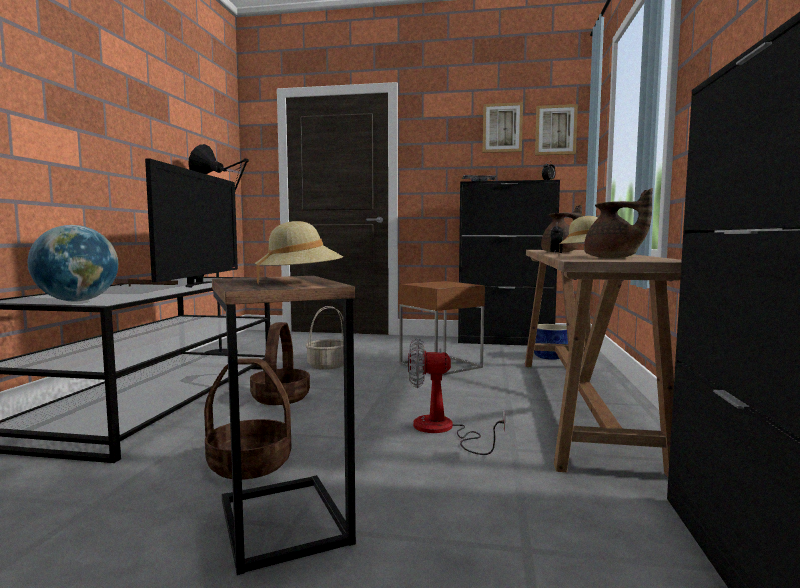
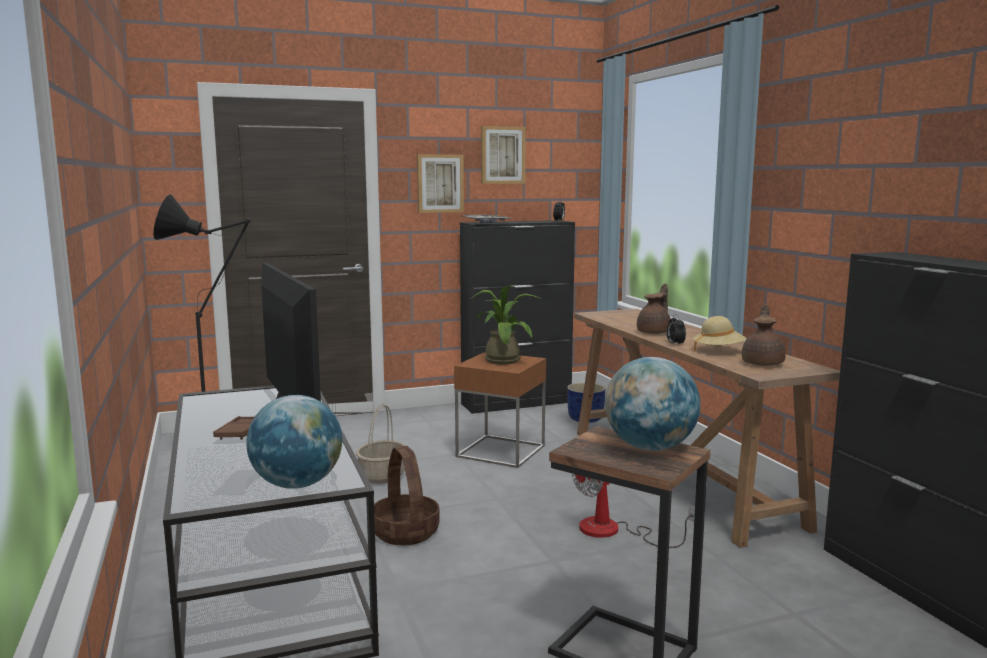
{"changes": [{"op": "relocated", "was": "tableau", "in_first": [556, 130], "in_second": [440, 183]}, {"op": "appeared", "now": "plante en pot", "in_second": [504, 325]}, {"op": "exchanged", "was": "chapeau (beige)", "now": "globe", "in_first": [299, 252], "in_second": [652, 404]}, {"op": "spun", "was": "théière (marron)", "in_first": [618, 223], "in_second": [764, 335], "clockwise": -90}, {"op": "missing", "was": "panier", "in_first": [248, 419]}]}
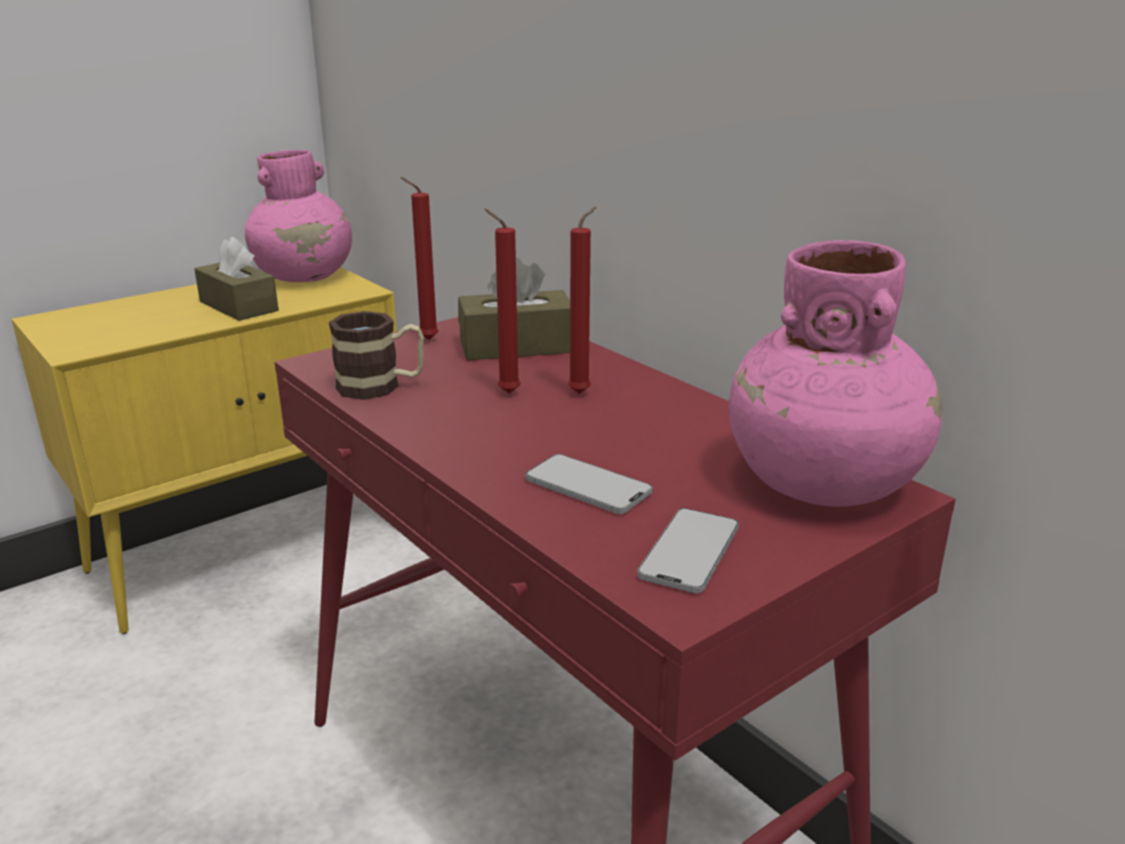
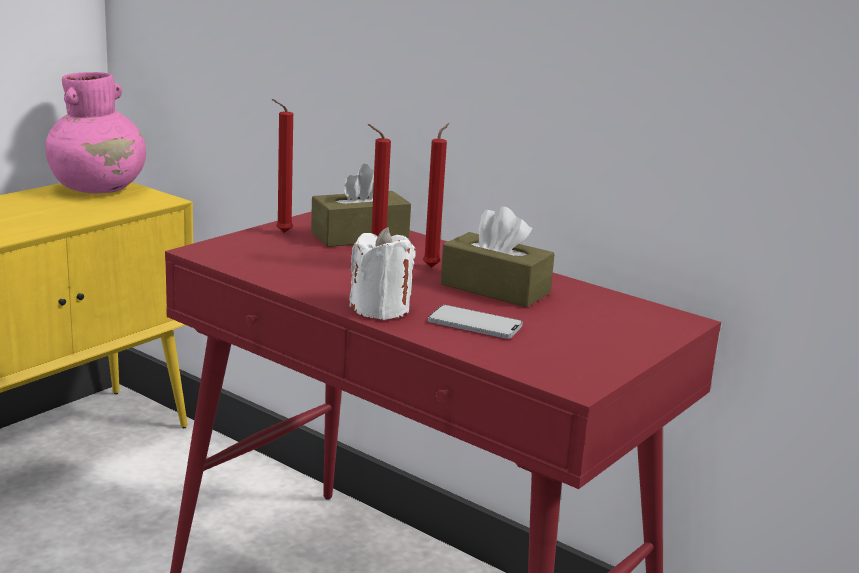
{"changes": [{"op": "appeared", "now": "bougie (blanc)", "in_second": [382, 273]}, {"op": "relocated", "was": "boîte à mouchoirs (marron)", "in_first": [237, 279], "in_second": [497, 256]}, {"op": "missing", "was": "mug", "in_first": [376, 355]}, {"op": "missing", "was": "téléphone", "in_first": [688, 550]}, {"op": "missing", "was": "vase (rose)", "in_first": [836, 373]}]}
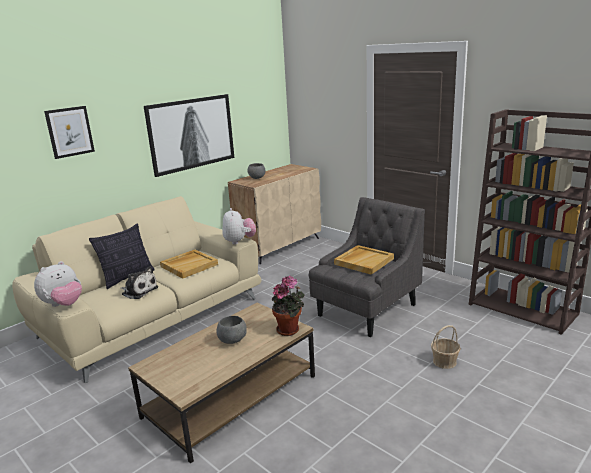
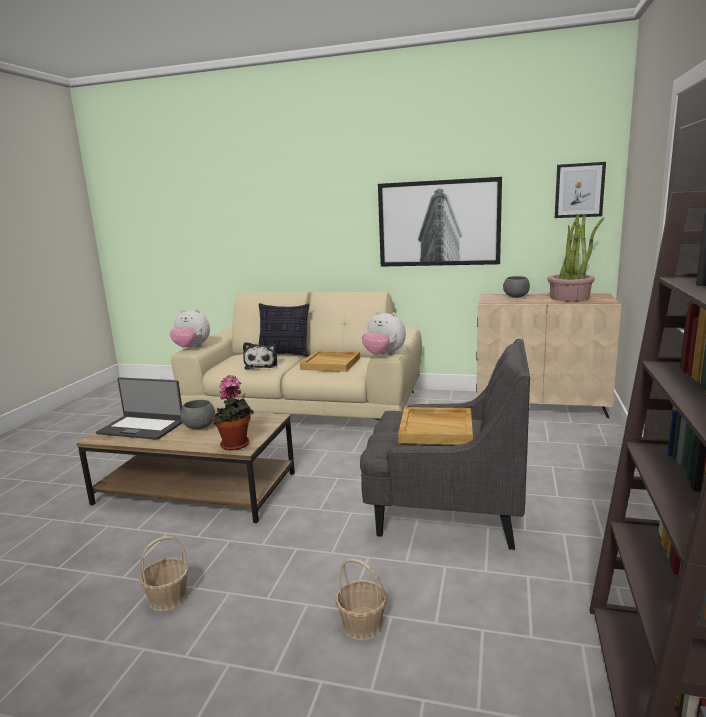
{"changes": [{"op": "appeared", "now": "ordinateur portable", "in_second": [139, 408]}, {"op": "appeared", "now": "panier", "in_second": [164, 574]}, {"op": "spun", "was": "peluche", "in_first": [239, 226], "in_second": [384, 333], "clockwise": 75}, {"op": "appeared", "now": "plante en pot", "in_second": [576, 257]}, {"op": "relocated", "was": "tableau", "in_first": [69, 132], "in_second": [580, 190]}]}
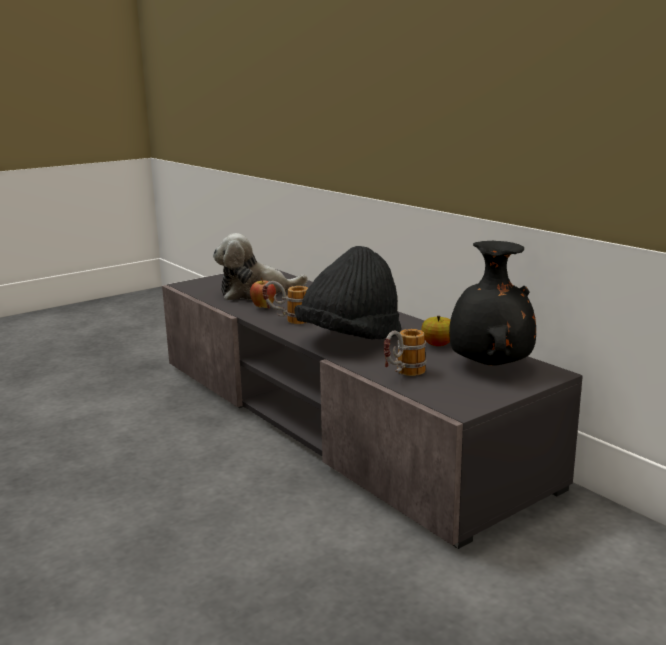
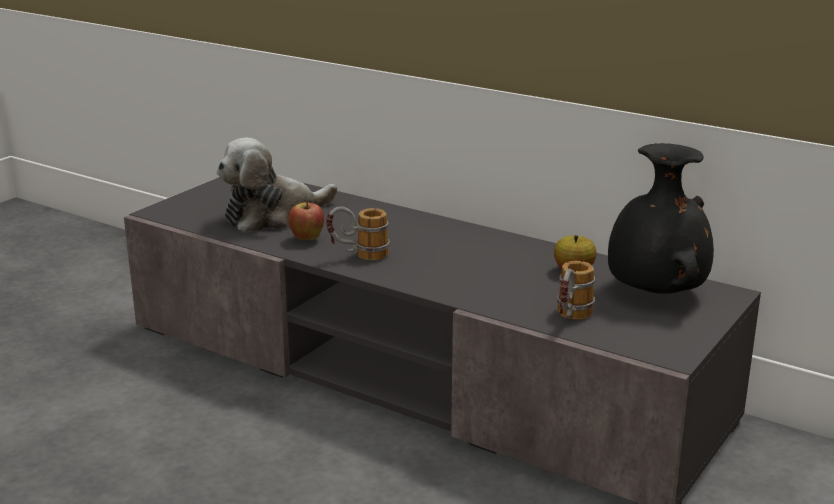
{"changes": [{"op": "missing", "was": "chapeau (noir)", "in_first": [347, 292]}]}
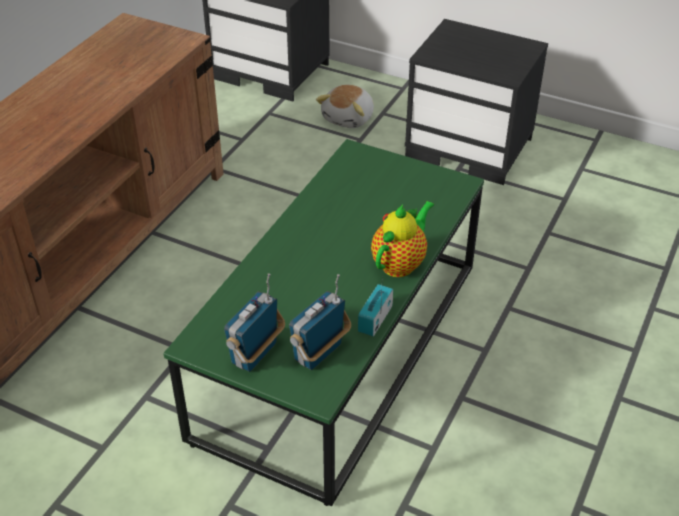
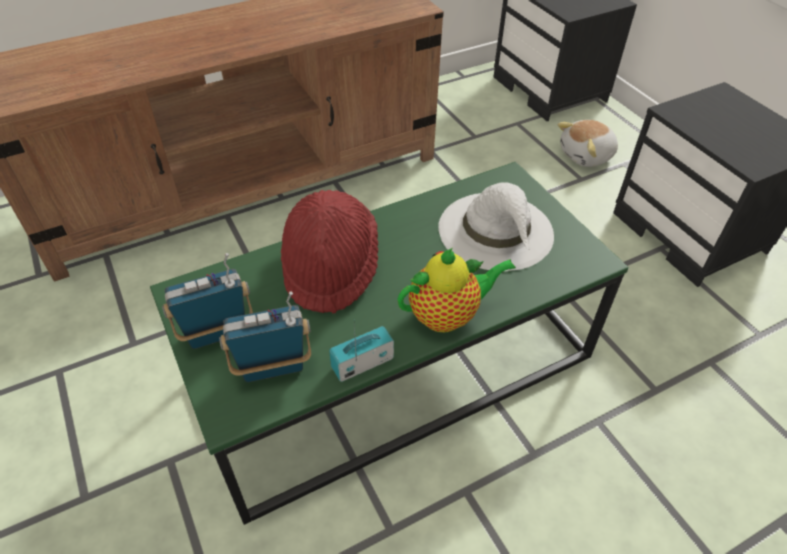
{"changes": [{"op": "appeared", "now": "chapeau (rouge)", "in_second": [329, 251]}, {"op": "appeared", "now": "chapeau (blanc)", "in_second": [496, 226]}]}
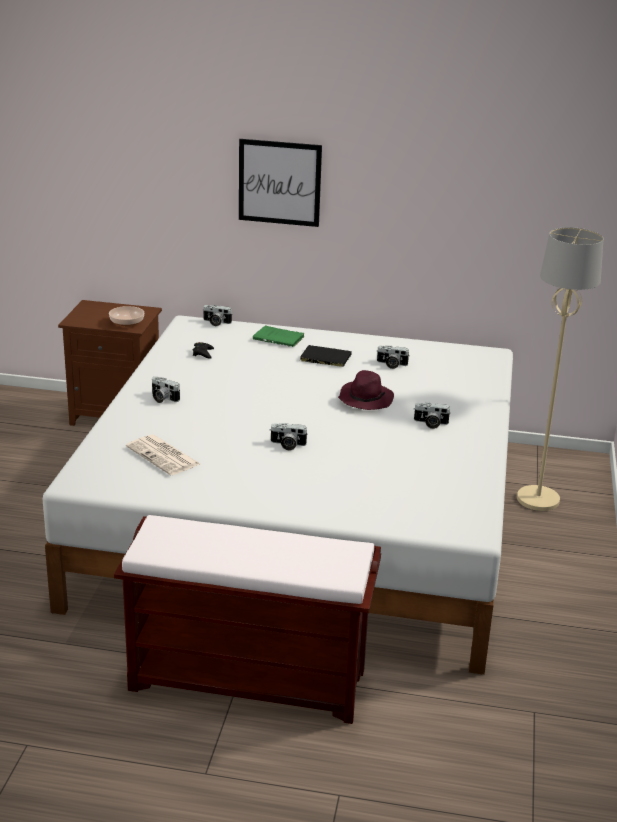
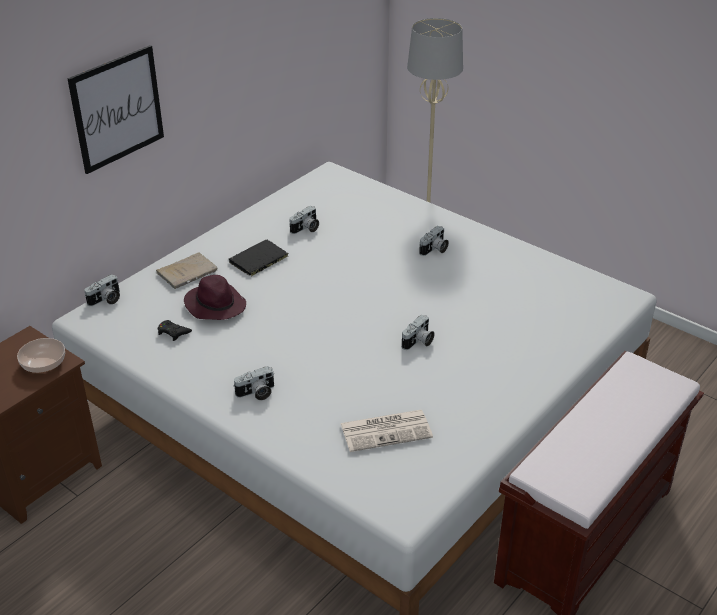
{"changes": [{"op": "colour", "was": "livre (vert)", "now": "livre (beige)", "in_first": [279, 336], "in_second": [187, 270]}, {"op": "relocated", "was": "chapeau (violet)", "in_first": [366, 390], "in_second": [215, 297]}]}
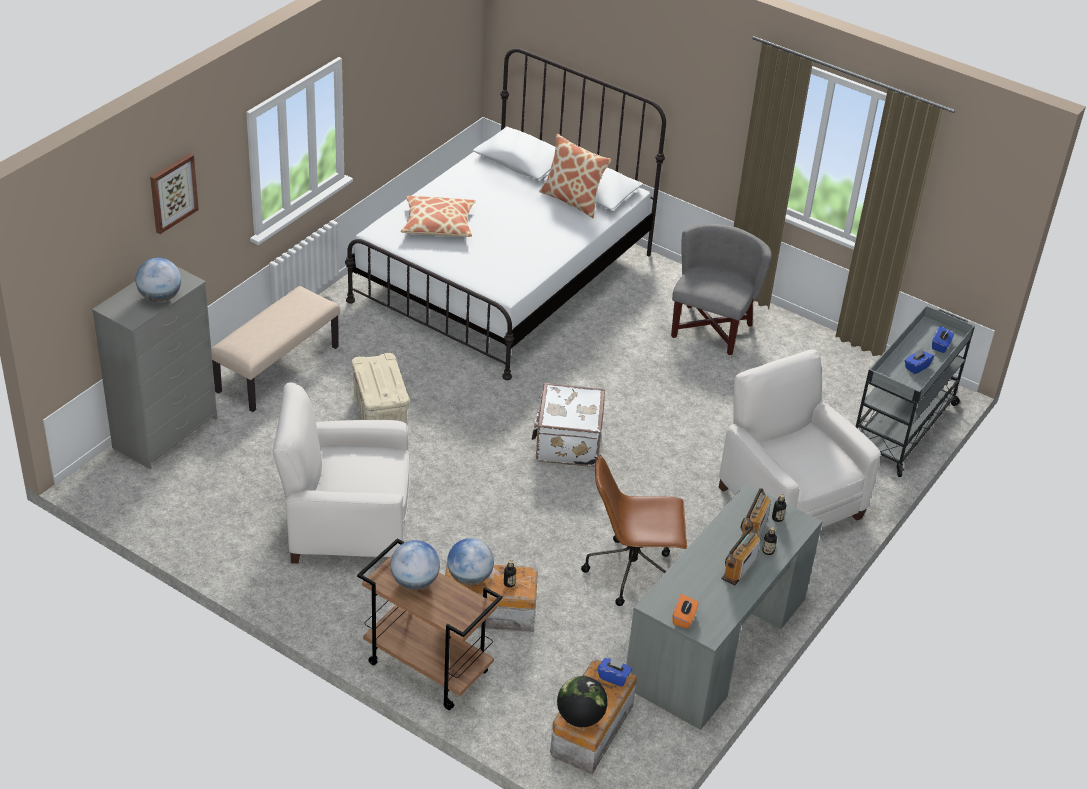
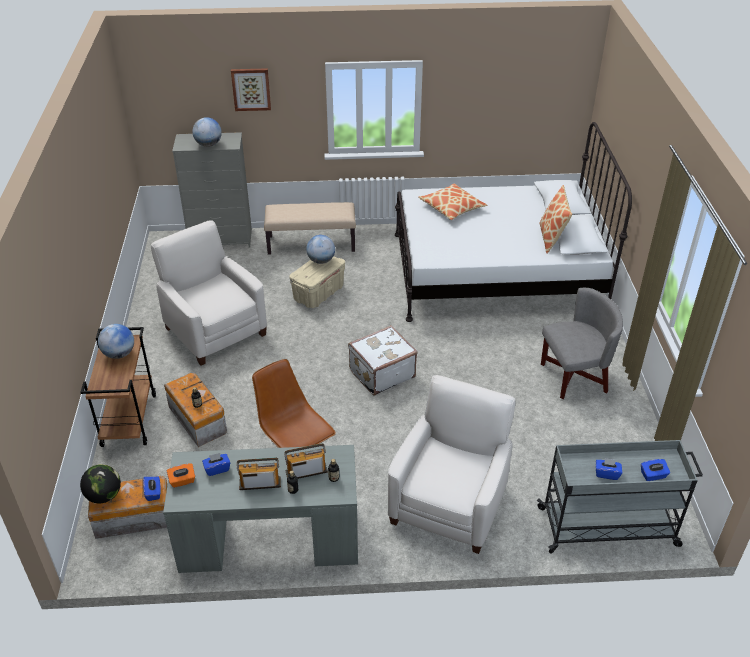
{"changes": [{"op": "appeared", "now": "boîte à mouchoirs (bleu)", "in_second": [216, 464]}, {"op": "relocated", "was": "globe", "in_first": [470, 561], "in_second": [320, 249]}]}
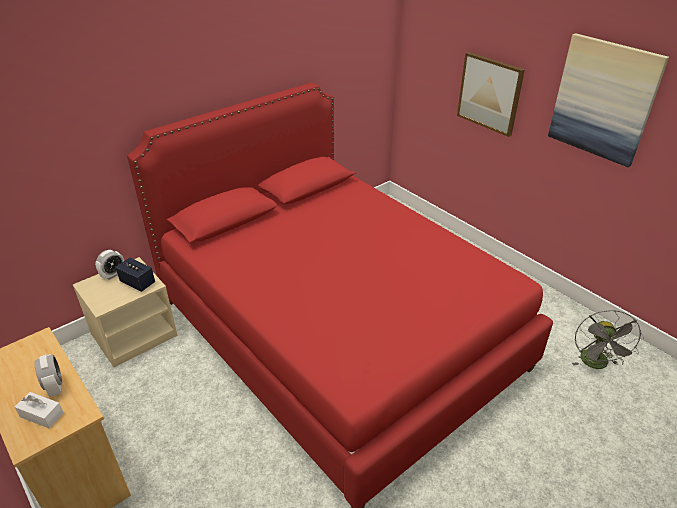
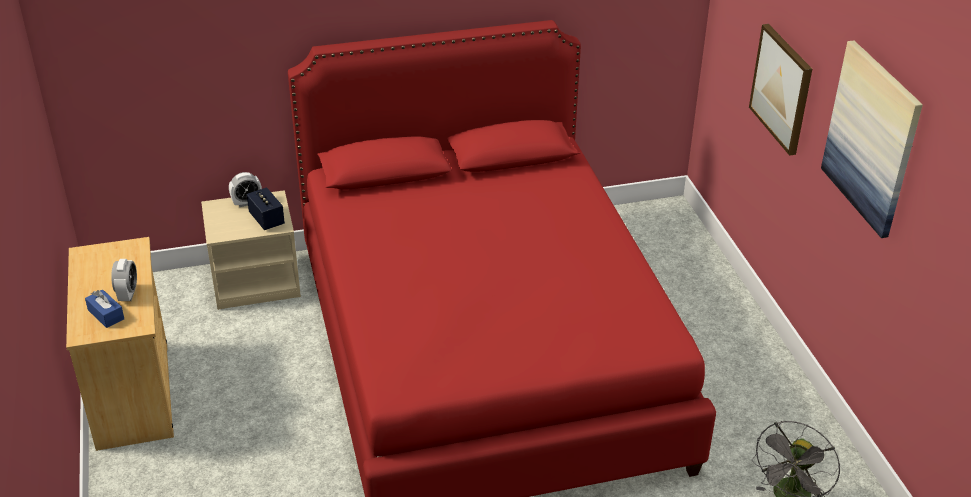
{"changes": [{"op": "colour", "was": "boîte à mouchoirs (blanc)", "now": "boîte à mouchoirs (bleu)", "in_first": [39, 410], "in_second": [104, 308]}]}
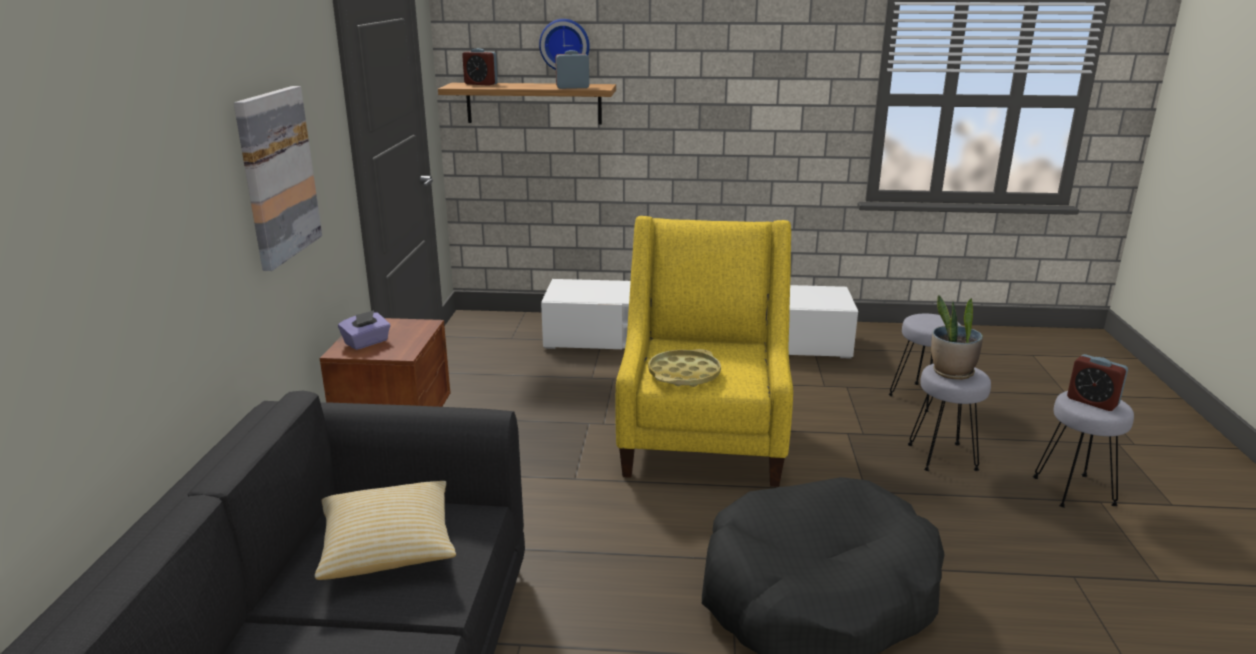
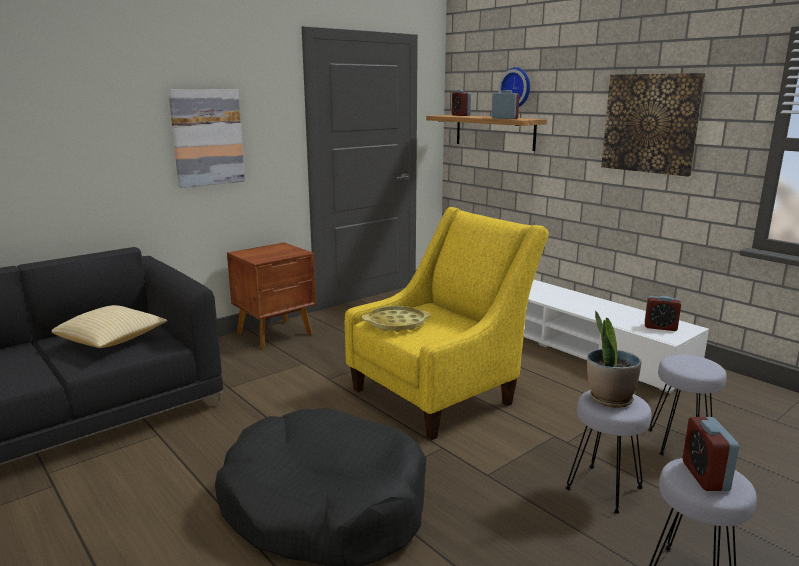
{"changes": [{"op": "appeared", "now": "tableau", "in_second": [653, 125]}, {"op": "appeared", "now": "réveil", "in_second": [663, 313]}, {"op": "missing", "was": "boîte à mouchoirs (violet)", "in_first": [364, 330]}]}
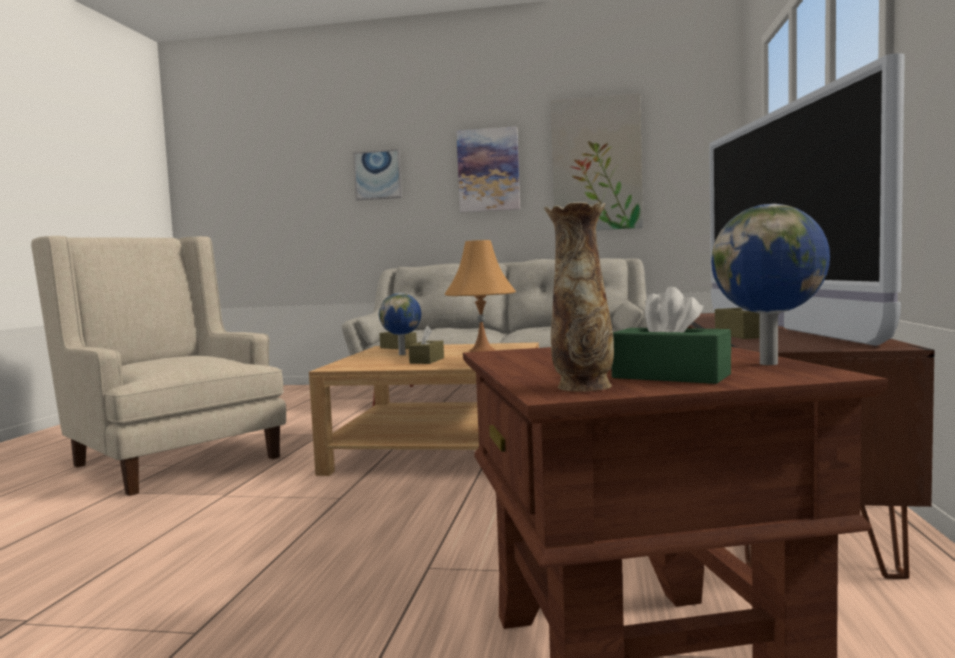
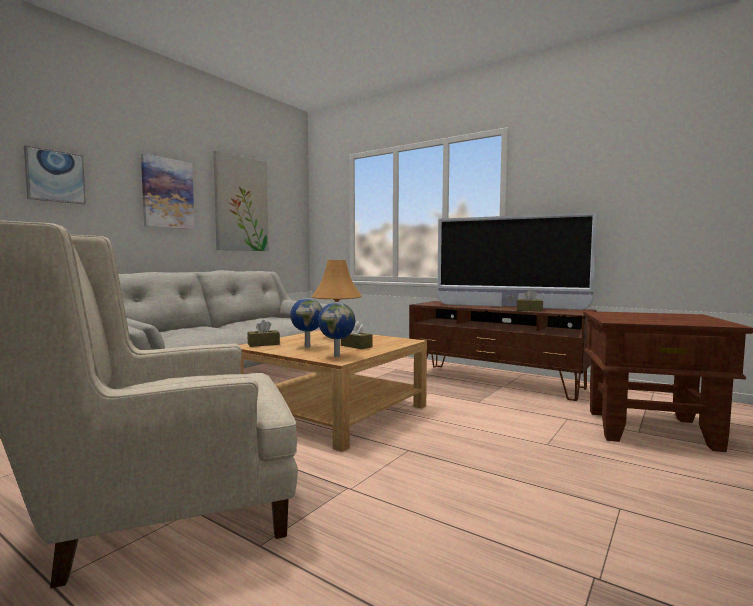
{"changes": [{"op": "relocated", "was": "globe", "in_first": [770, 284], "in_second": [336, 329]}, {"op": "missing", "was": "vase", "in_first": [579, 296]}, {"op": "missing", "was": "boîte à mouchoirs (vert)", "in_first": [671, 335]}]}
